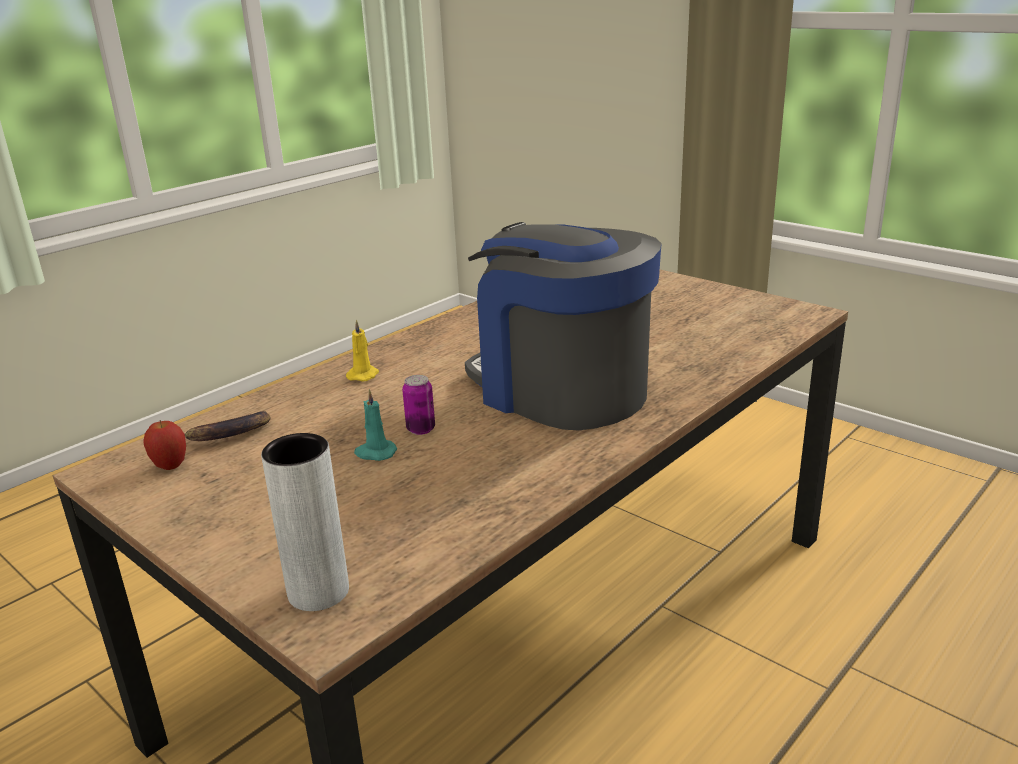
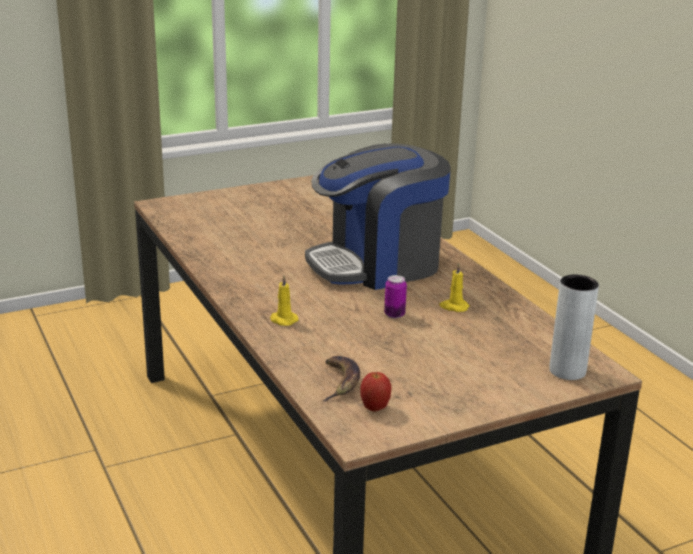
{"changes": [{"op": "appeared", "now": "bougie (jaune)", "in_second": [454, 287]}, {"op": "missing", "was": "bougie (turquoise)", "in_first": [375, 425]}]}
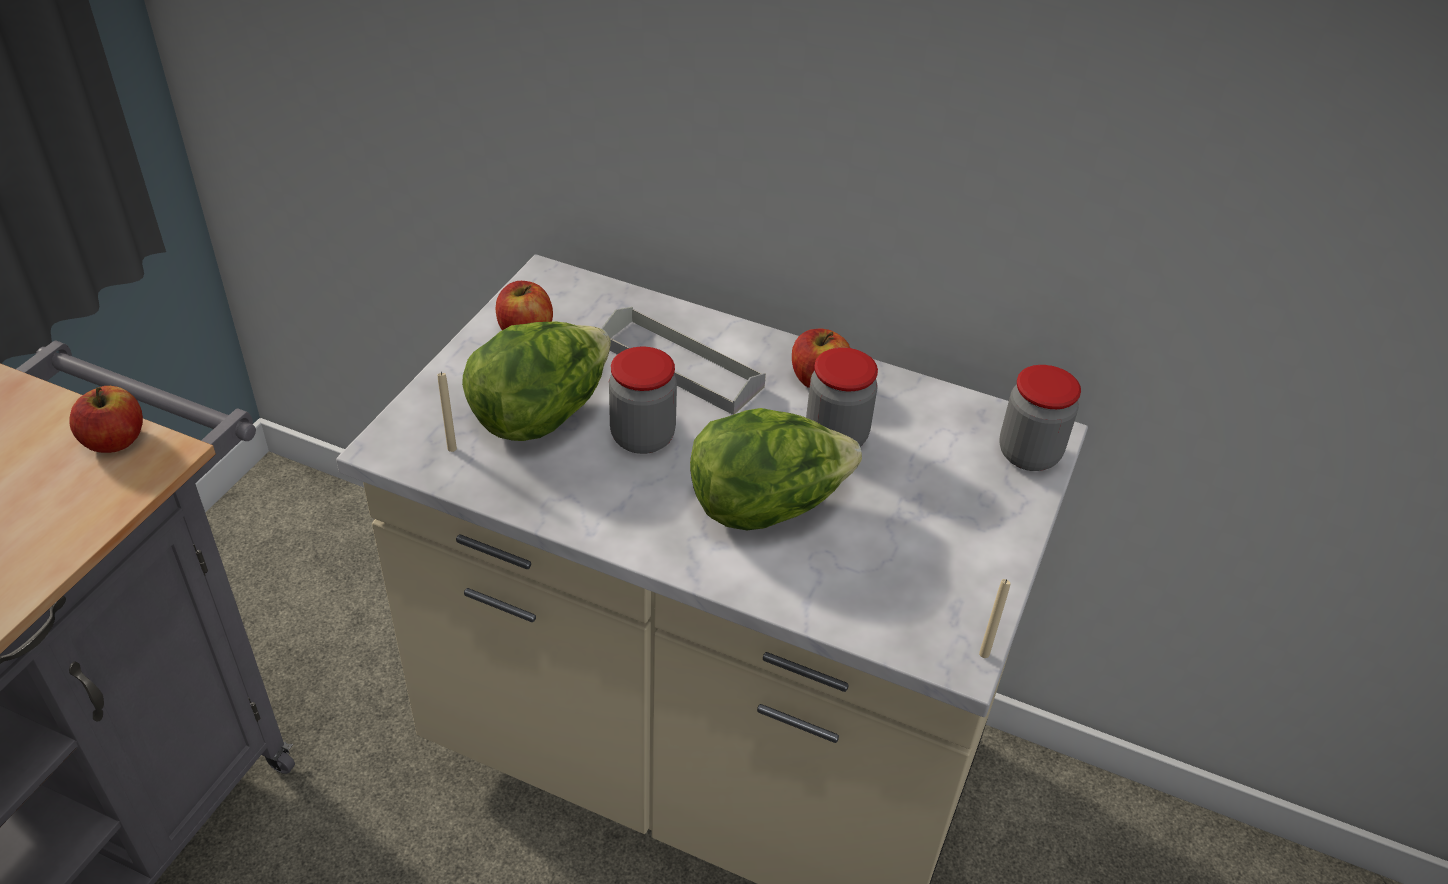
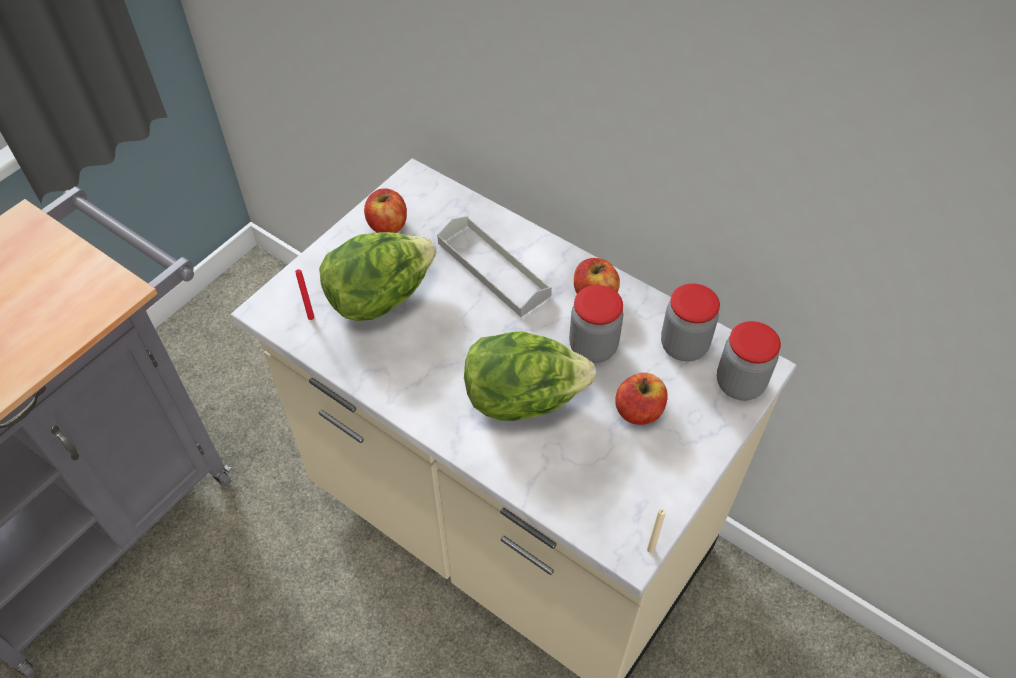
{"changes": [{"op": "colour", "was": "bougie (beige)", "now": "bougie (rouge)", "in_first": [447, 412], "in_second": [304, 295]}, {"op": "relocated", "was": "pomme", "in_first": [106, 419], "in_second": [641, 399]}, {"op": "relocated", "was": "bocal", "in_first": [643, 400], "in_second": [690, 323]}]}
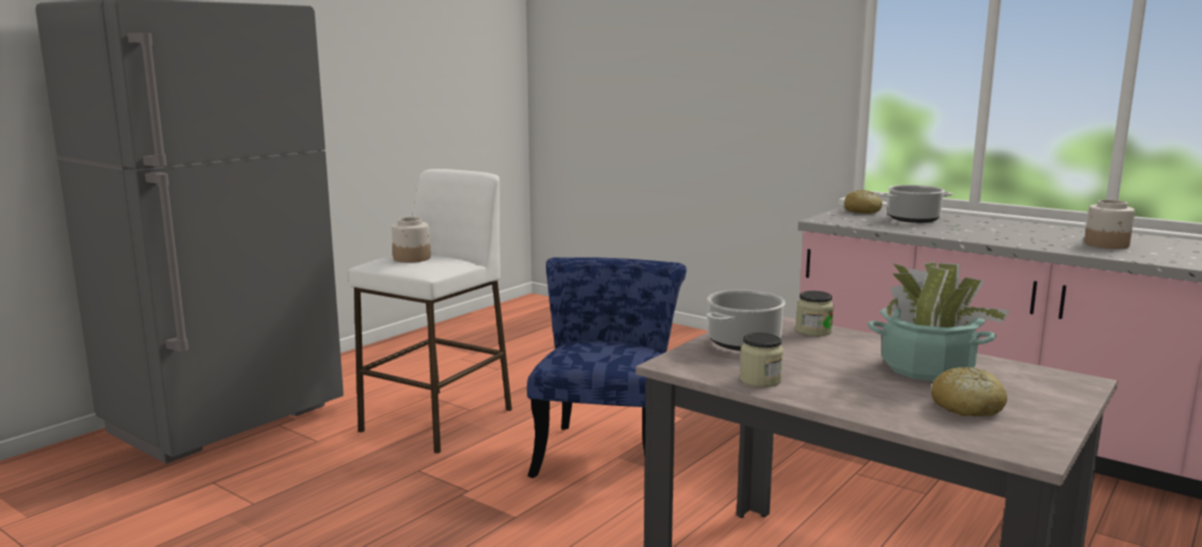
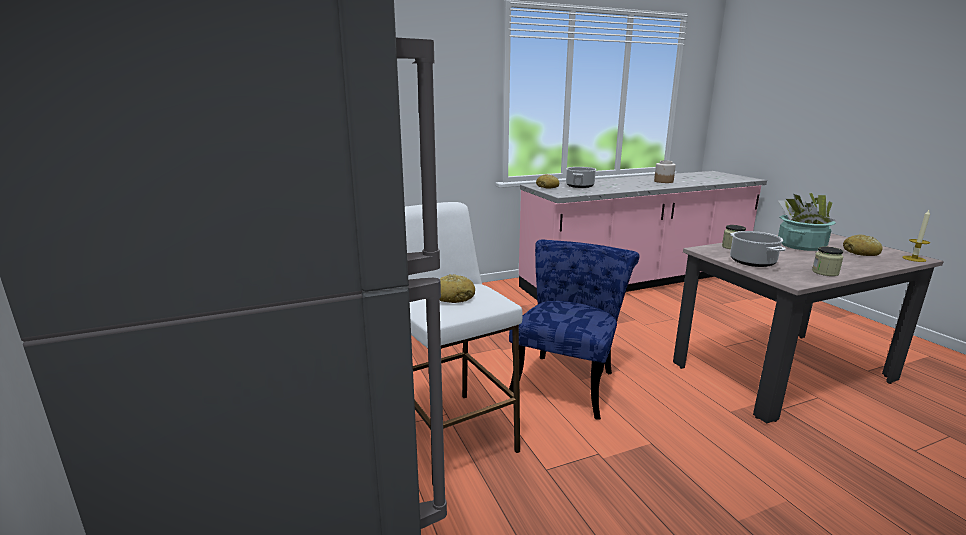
{"changes": [{"op": "exchanged", "was": "bocal", "now": "pain", "in_first": [411, 240], "in_second": [457, 288]}, {"op": "spun", "was": "chaise (bleu)", "in_first": [606, 367], "in_second": [574, 329], "clockwise": 75}, {"op": "appeared", "now": "bougie", "in_second": [916, 236]}]}
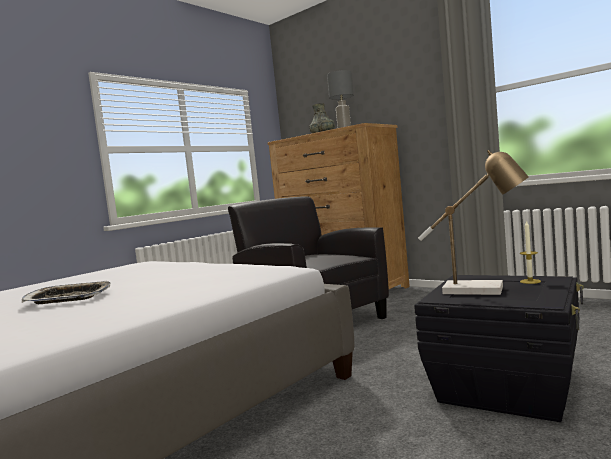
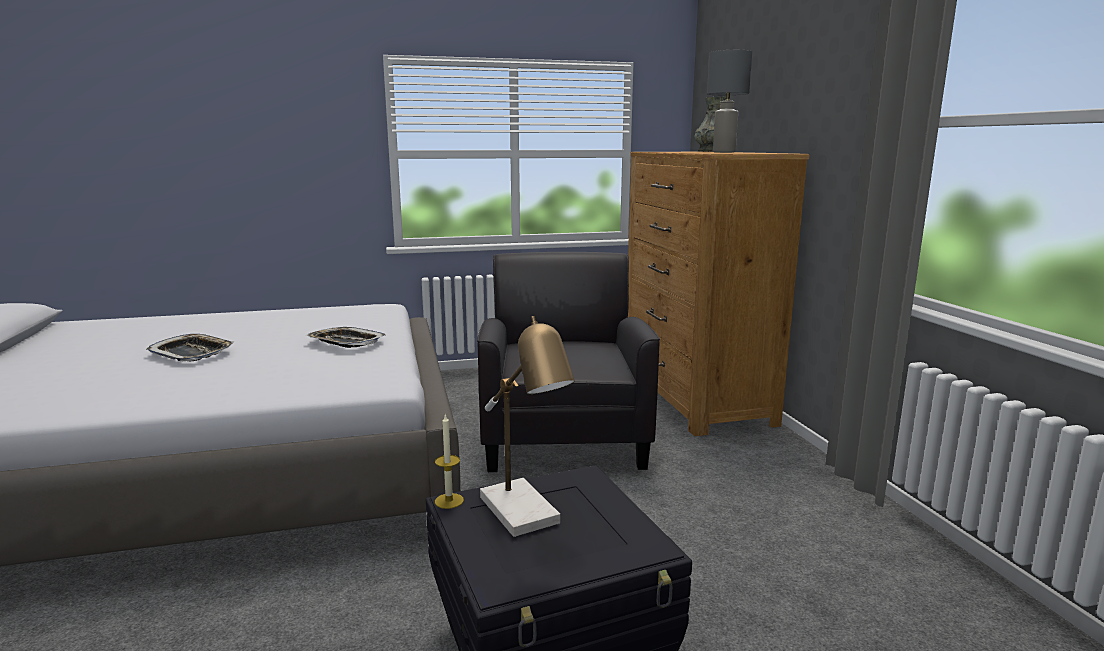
{"changes": [{"op": "appeared", "now": "plateau", "in_second": [346, 337]}, {"op": "relocated", "was": "bougie", "in_first": [530, 252], "in_second": [449, 461]}]}
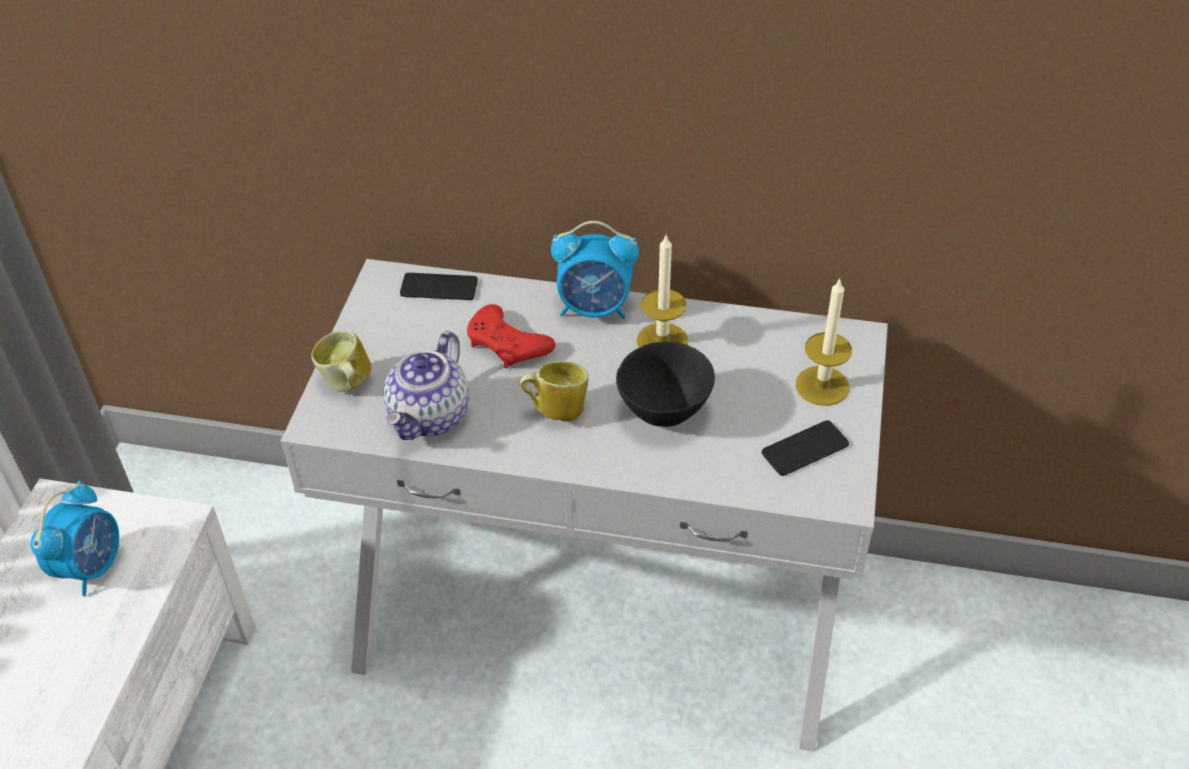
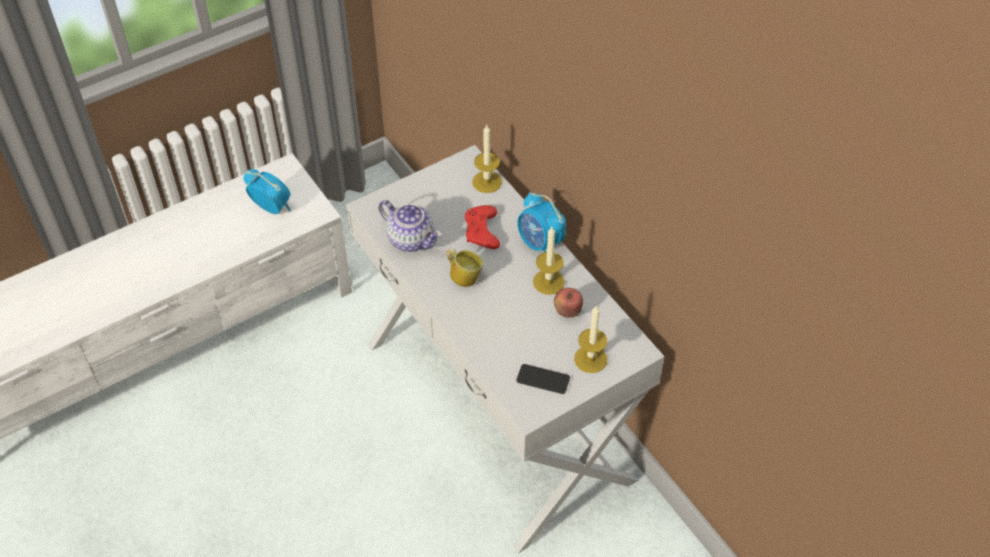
{"changes": [{"op": "spun", "was": "réveil", "in_first": [74, 538], "in_second": [267, 191], "clockwise": -120}, {"op": "spun", "was": "théière", "in_first": [426, 385], "in_second": [409, 226], "clockwise": -120}, {"op": "exchanged", "was": "téléphone", "now": "bougie", "in_first": [439, 286], "in_second": [487, 159]}, {"op": "appeared", "now": "pomme", "in_second": [568, 303]}, {"op": "missing", "was": "mug", "in_first": [341, 361]}, {"op": "missing", "was": "bol (noir)", "in_first": [665, 384]}]}
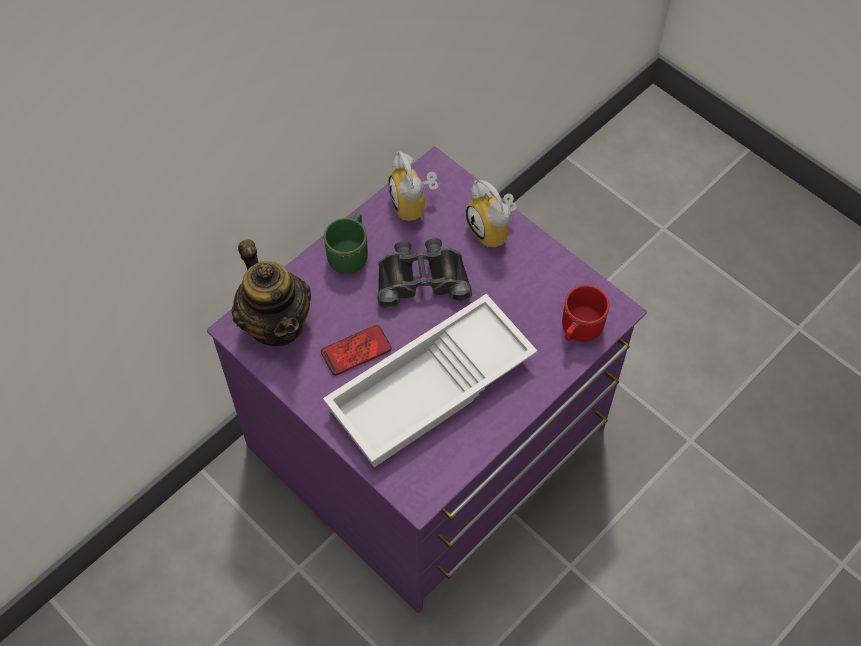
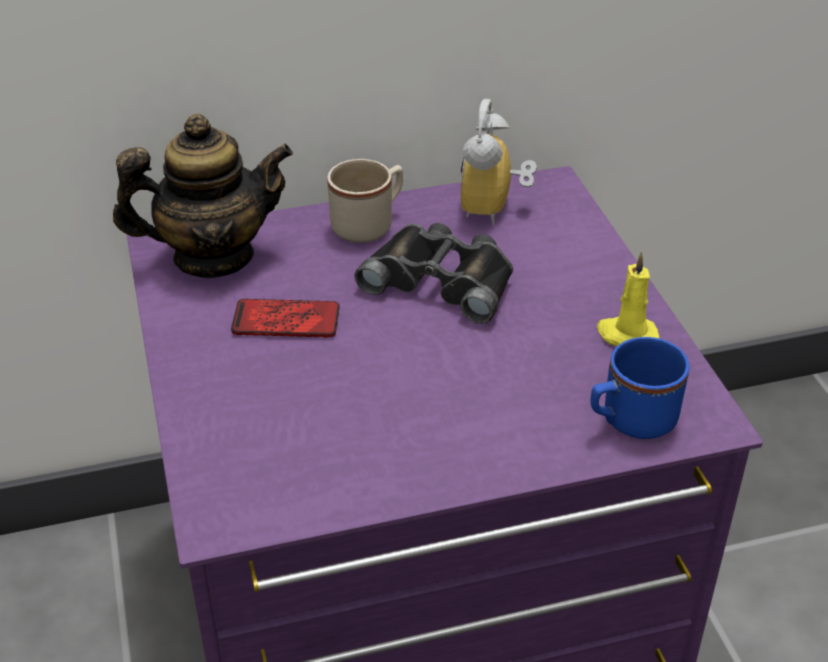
{"changes": [{"op": "spun", "was": "théière", "in_first": [272, 292], "in_second": [203, 196], "clockwise": -105}, {"op": "colour", "was": "mug (vert)", "now": "mug (beige)", "in_first": [346, 243], "in_second": [365, 201]}, {"op": "colour", "was": "mug (rouge)", "now": "mug (bleu)", "in_first": [585, 313], "in_second": [640, 388]}, {"op": "appeared", "now": "bougie (jaune)", "in_second": [628, 299]}, {"op": "missing", "was": "plateau (blanc)", "in_first": [430, 380]}, {"op": "missing", "was": "réveil", "in_first": [491, 214]}]}
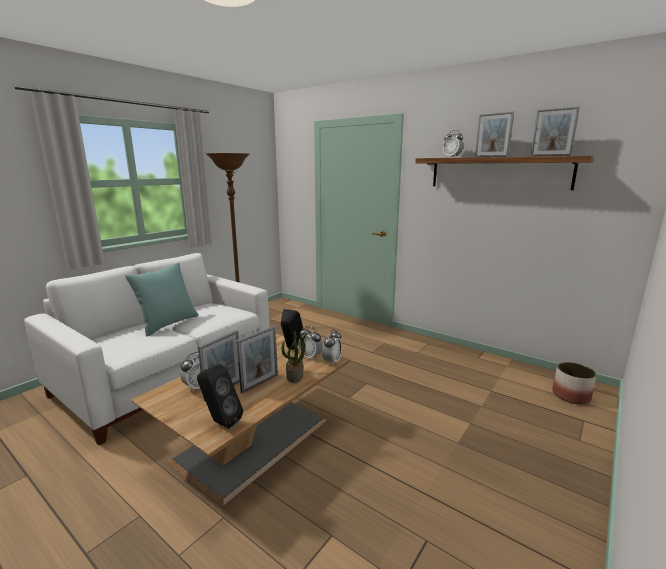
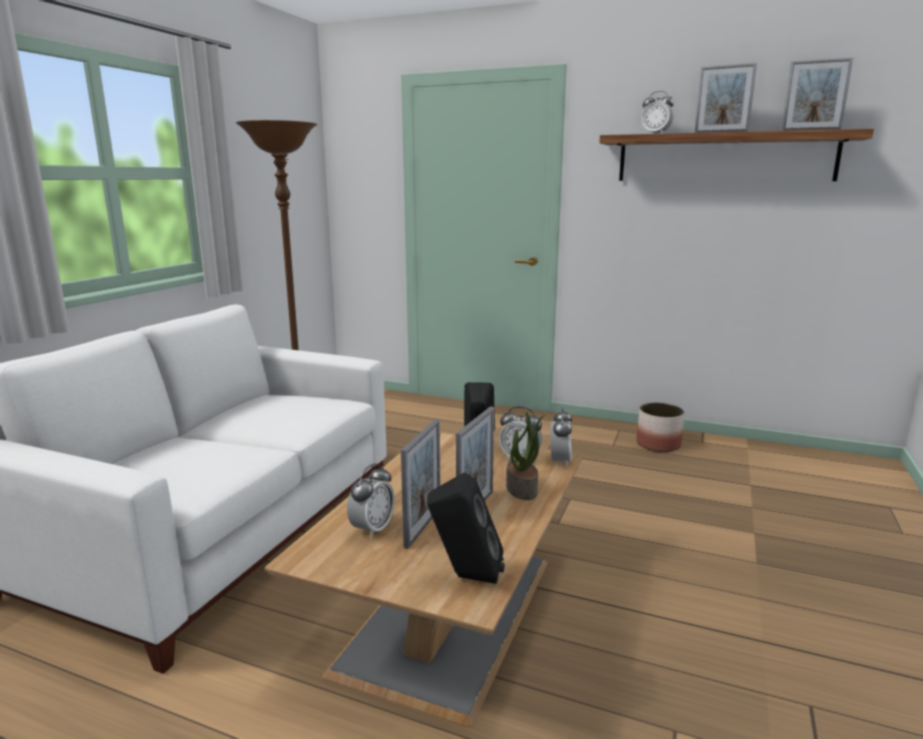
{"changes": [{"op": "relocated", "was": "cache-pot", "in_first": [574, 383], "in_second": [660, 427]}, {"op": "missing", "was": "coussin (turquoise)", "in_first": [161, 300]}]}
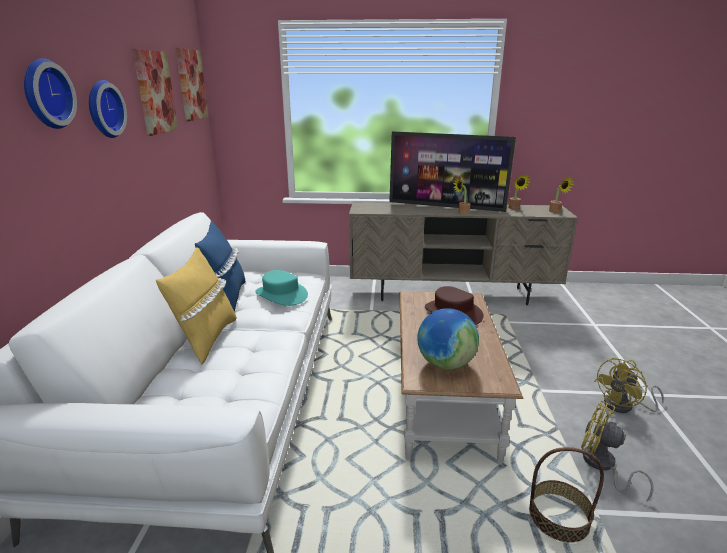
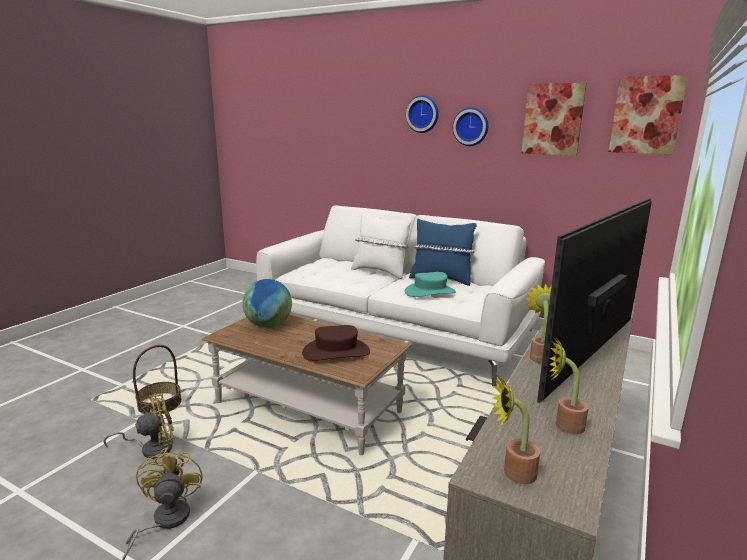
{"changes": [{"op": "colour", "was": "coussin (jaune)", "now": "coussin (blanc)", "in_first": [196, 306], "in_second": [381, 246]}]}
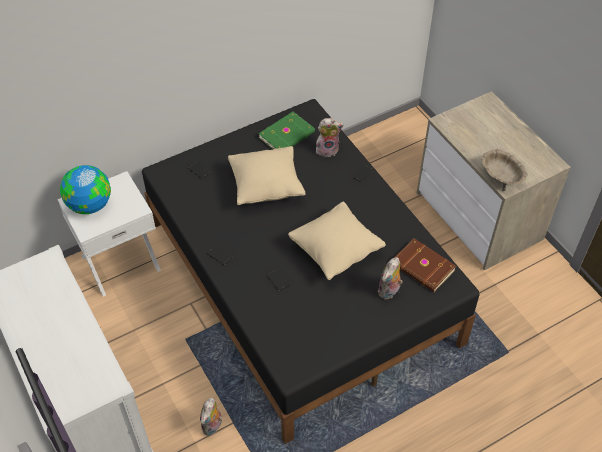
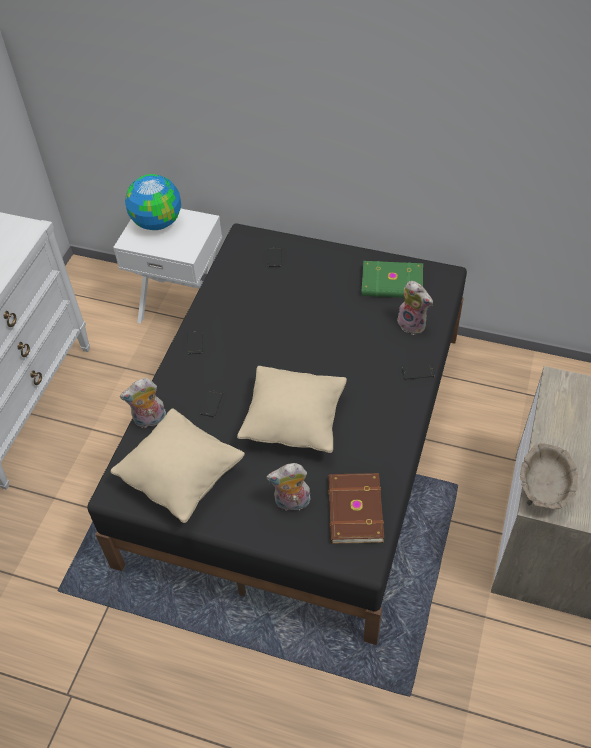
{"changes": [{"op": "relocated", "was": "coussin (beige)", "in_first": [266, 175], "in_second": [178, 465]}, {"op": "relocated", "was": "peluche", "in_first": [211, 417], "in_second": [143, 403]}]}
